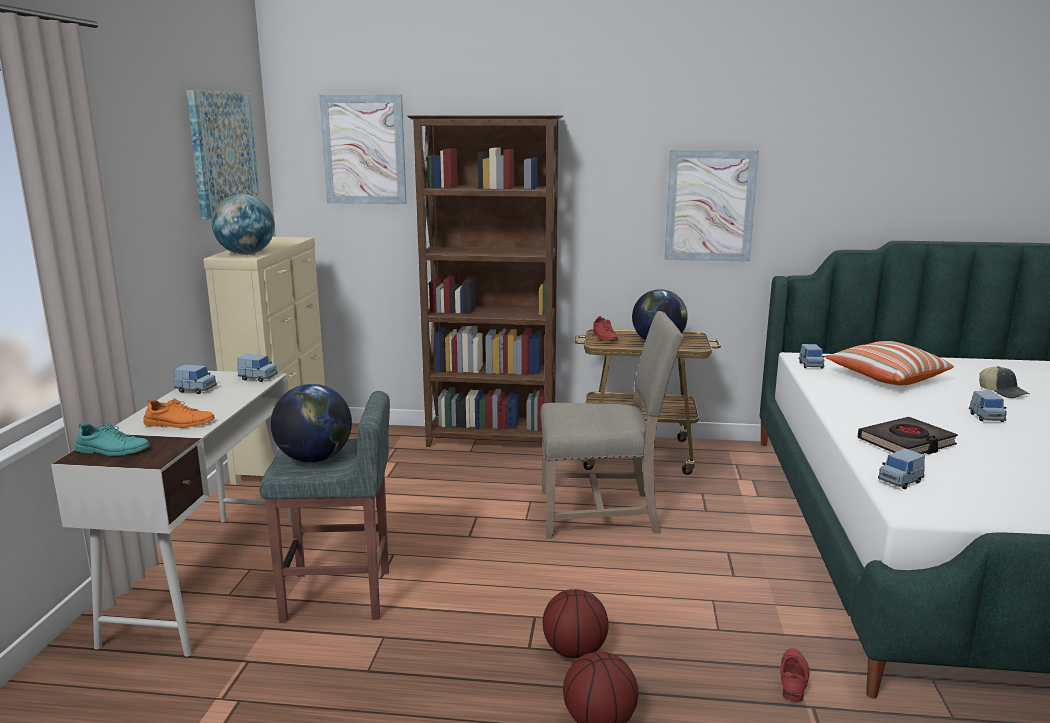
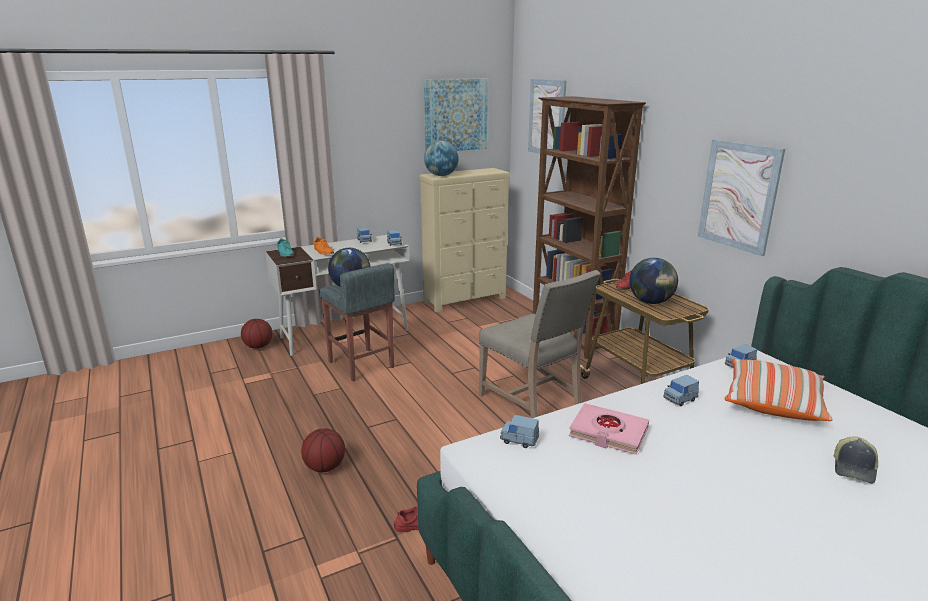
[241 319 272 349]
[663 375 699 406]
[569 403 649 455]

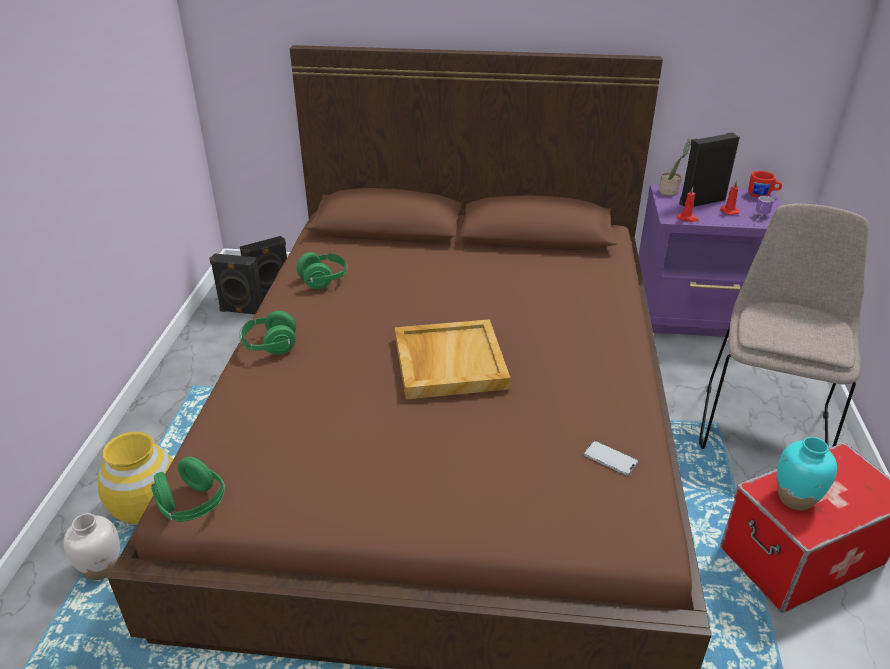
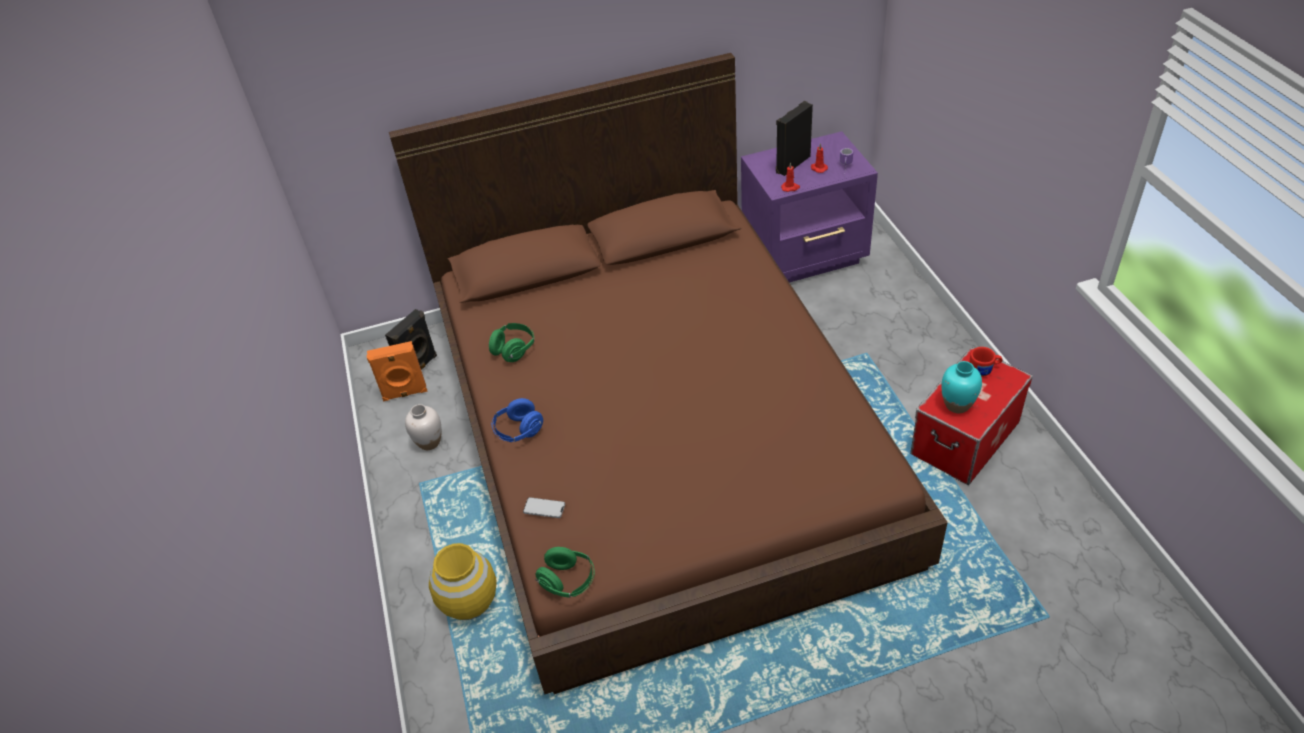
[395 319 511 400] (first image)
[659 138 691 196] (first image)
[699 204 869 449] (first image)
[405 404 442 450]
[523 497 565 518]
[969 347 1003 377]
[367 341 428 401]
[492 398 543 442]

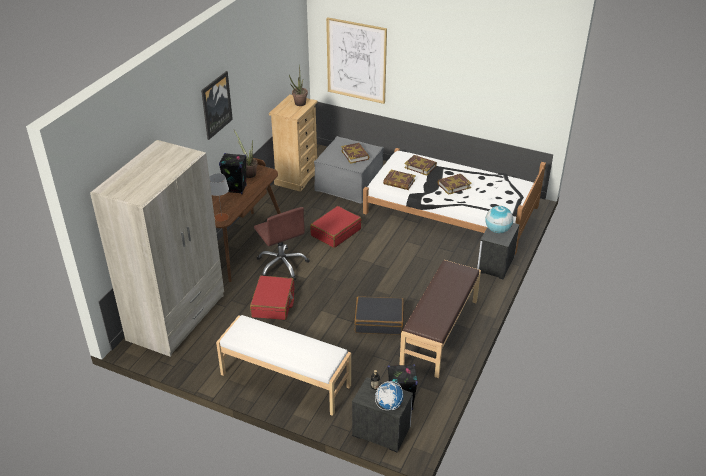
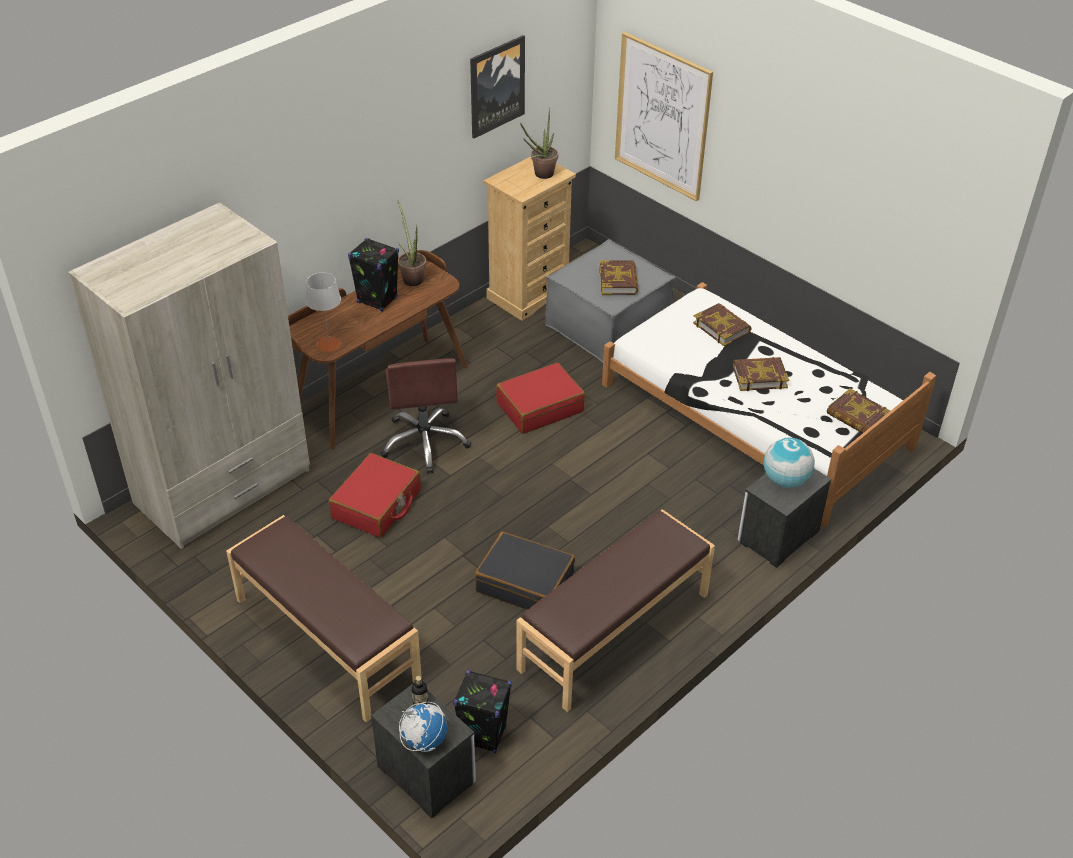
[470 35 525 138]
[827 388 890 434]
[226 515 422 722]

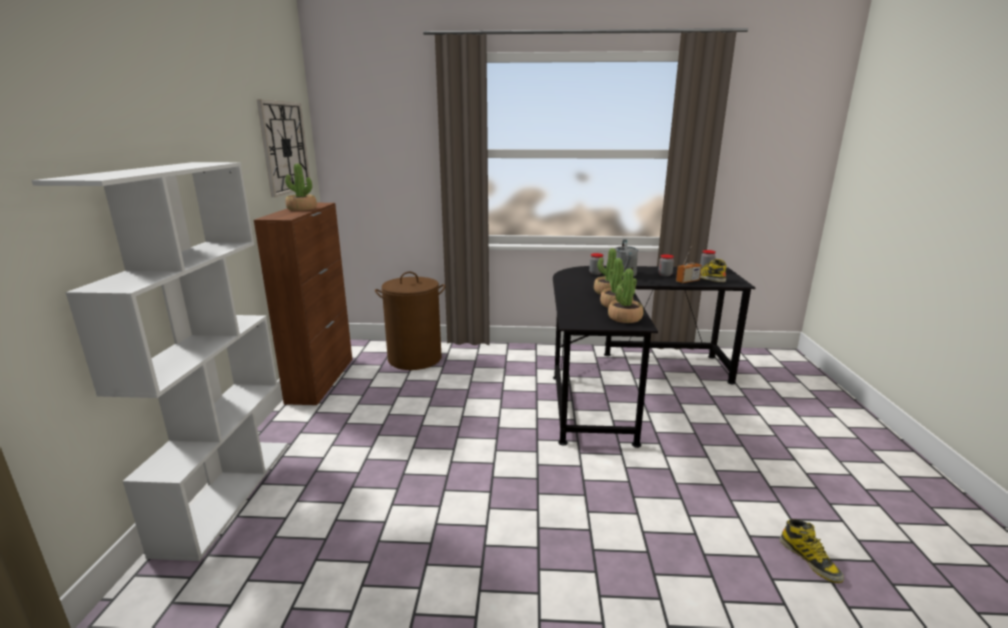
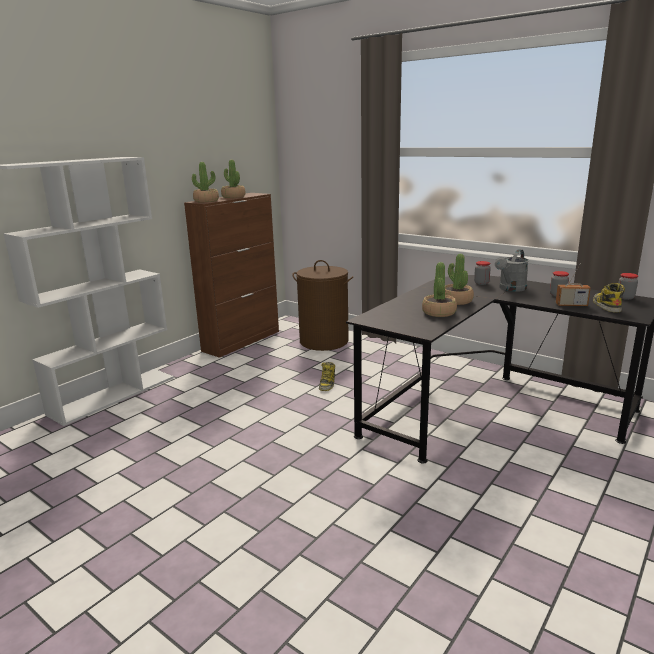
[257 100 310 197] (first image)
[192 162 219 202]
[319 362 335 391]

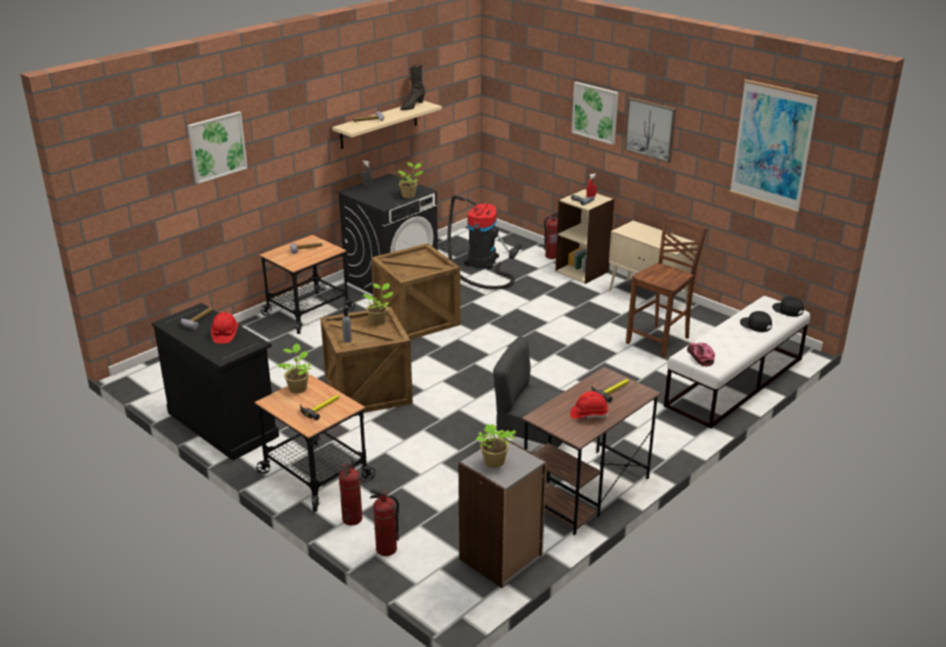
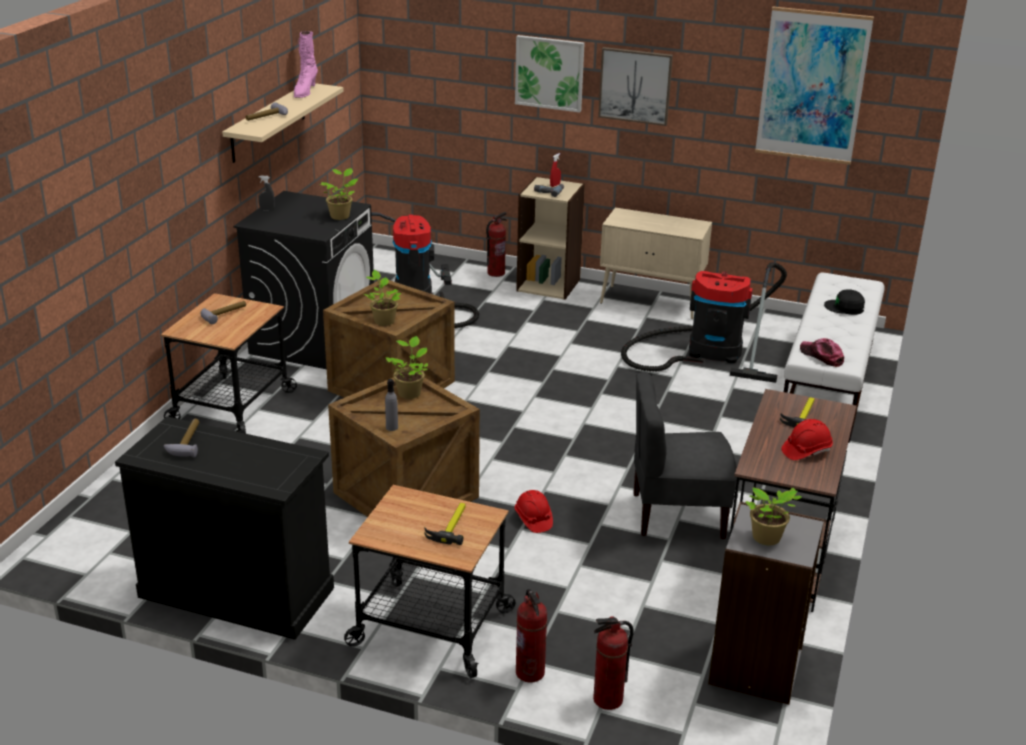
[187 111 248 184] (first image)
[772 296 804 317] (first image)
[515 490 553 533]
[364 270 402 326]
[621 262 787 383]
[294 31 318 98]

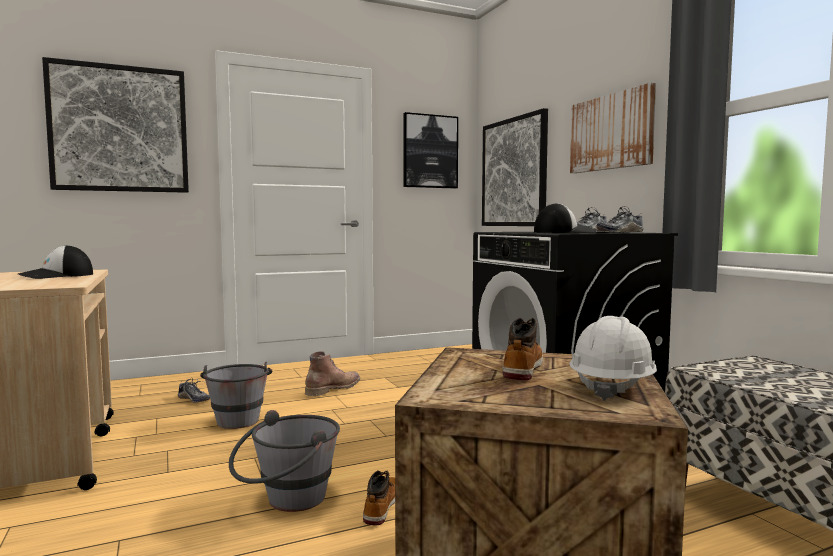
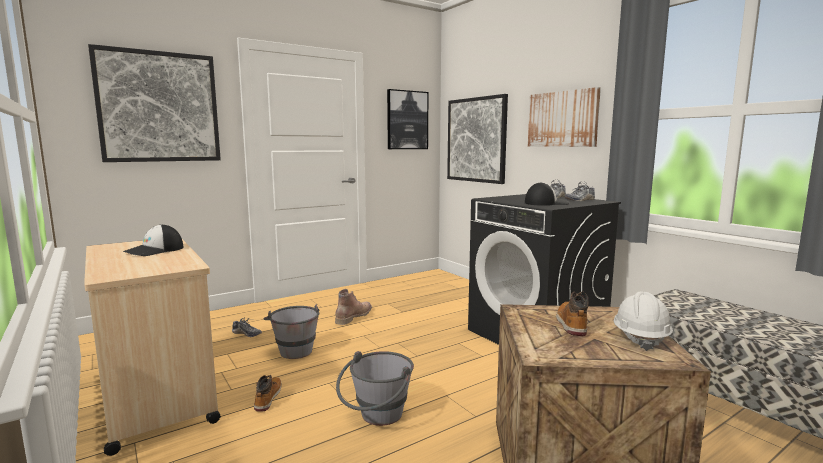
[254 375 281 412]

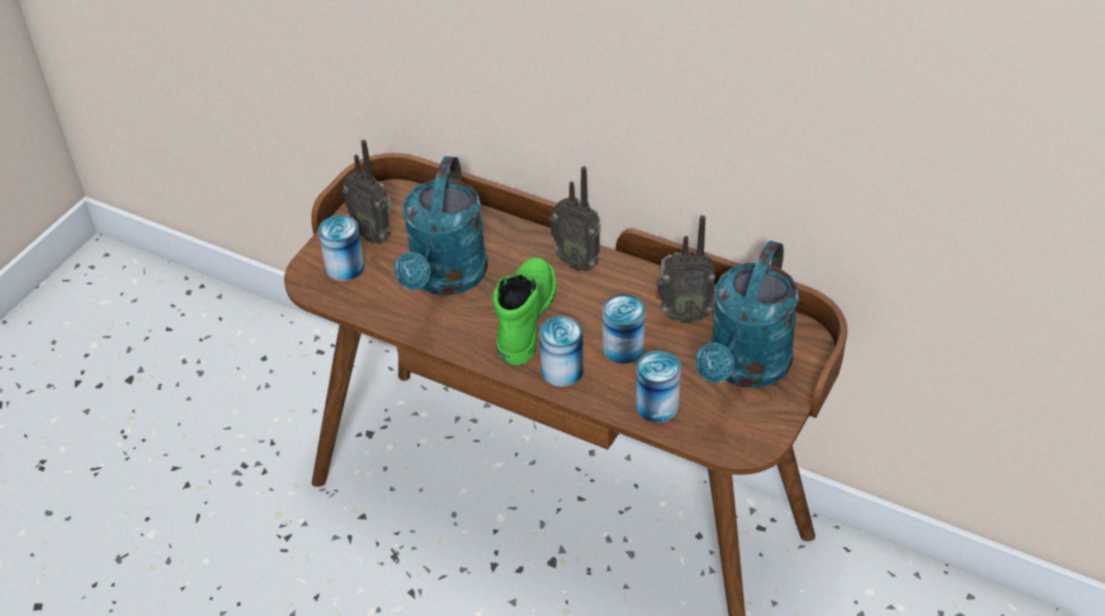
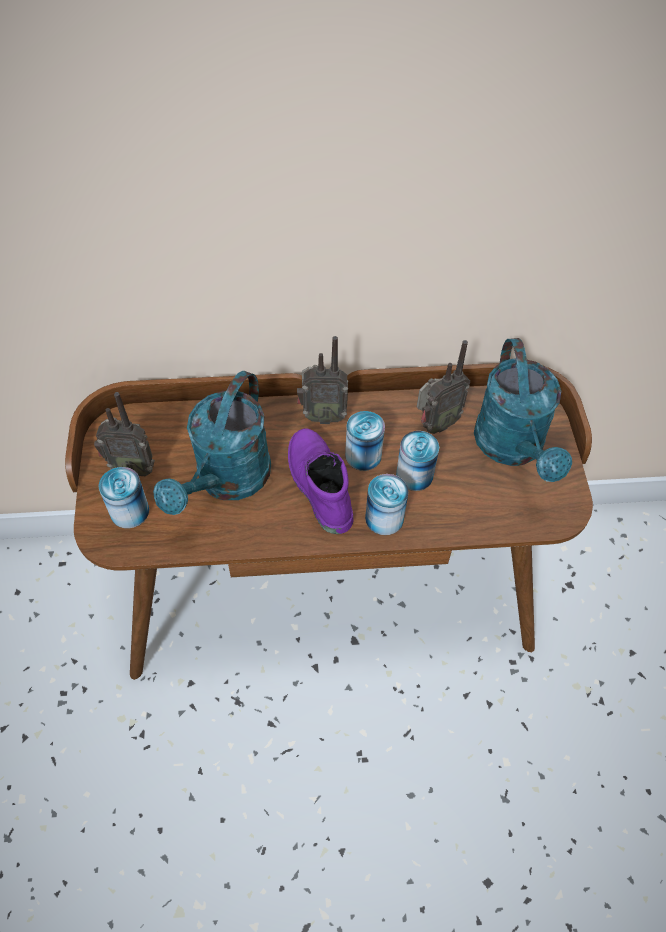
[345 411 385 471]
[288 428 354 534]
[153 371 271 515]

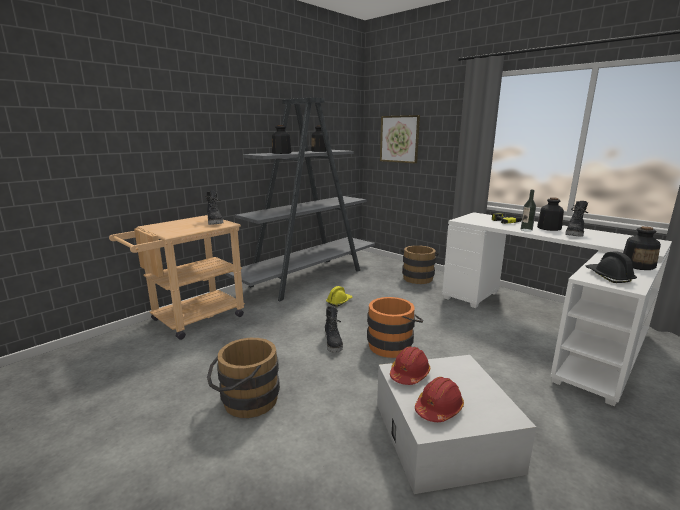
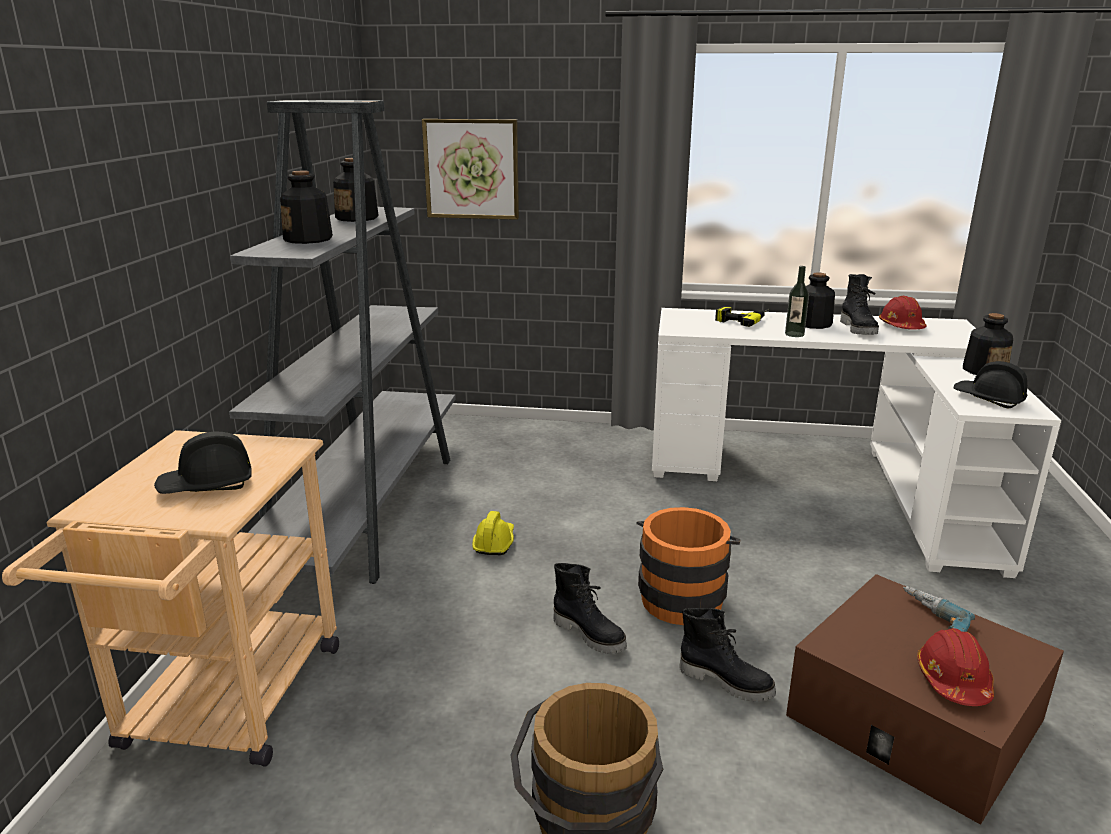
[401 245 439 284] (first image)
[154 431 252 494]
[903 586 975 632]
[679 608 776 702]
[879 296 927 329]
[786 574 1064 825]

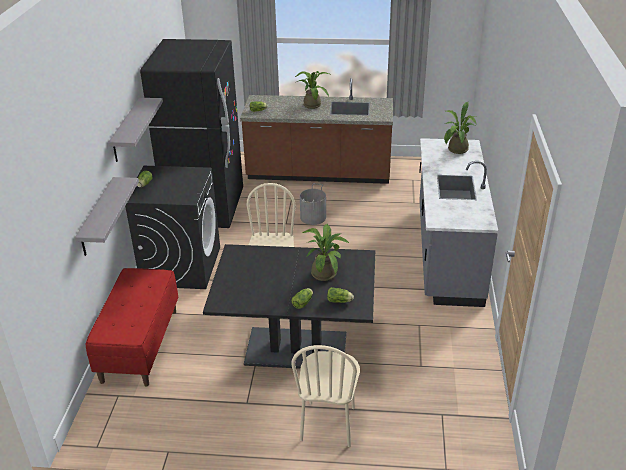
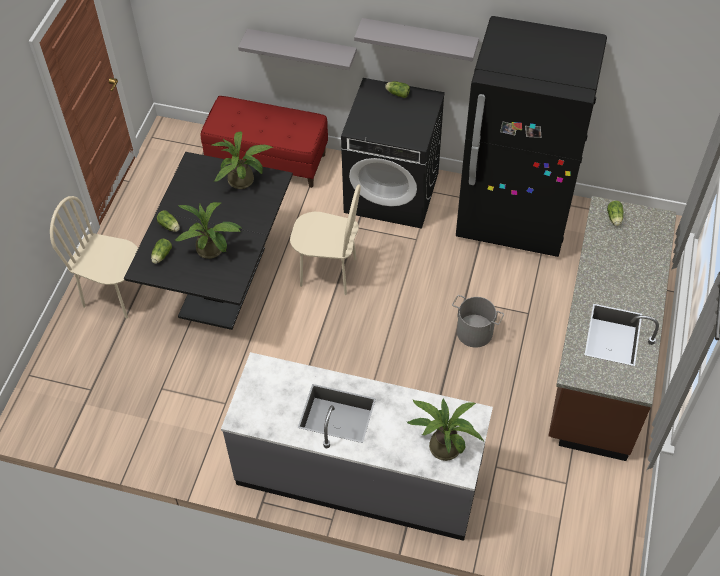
[212 131 273 189]

